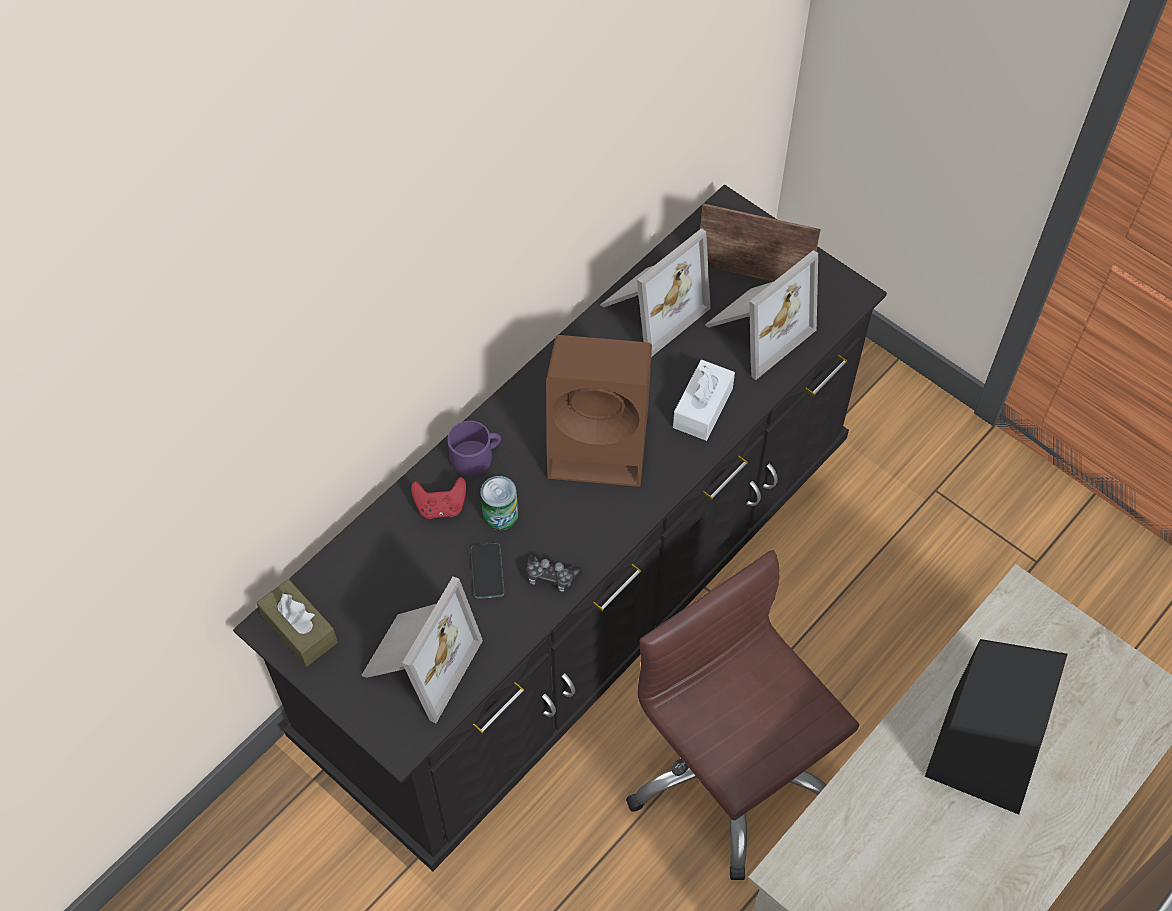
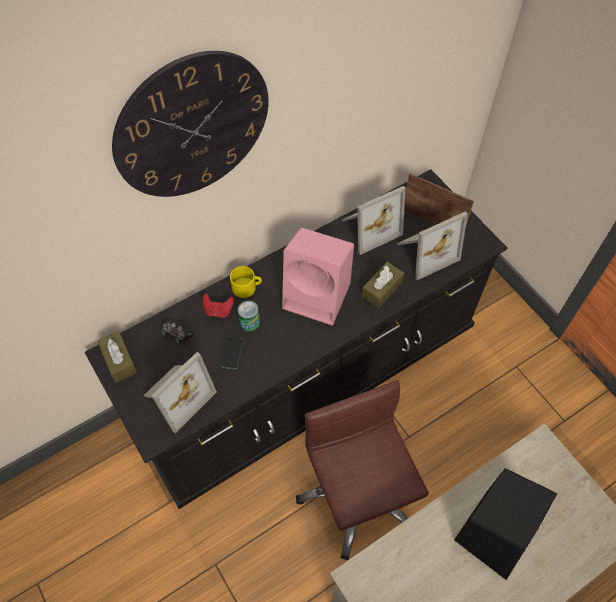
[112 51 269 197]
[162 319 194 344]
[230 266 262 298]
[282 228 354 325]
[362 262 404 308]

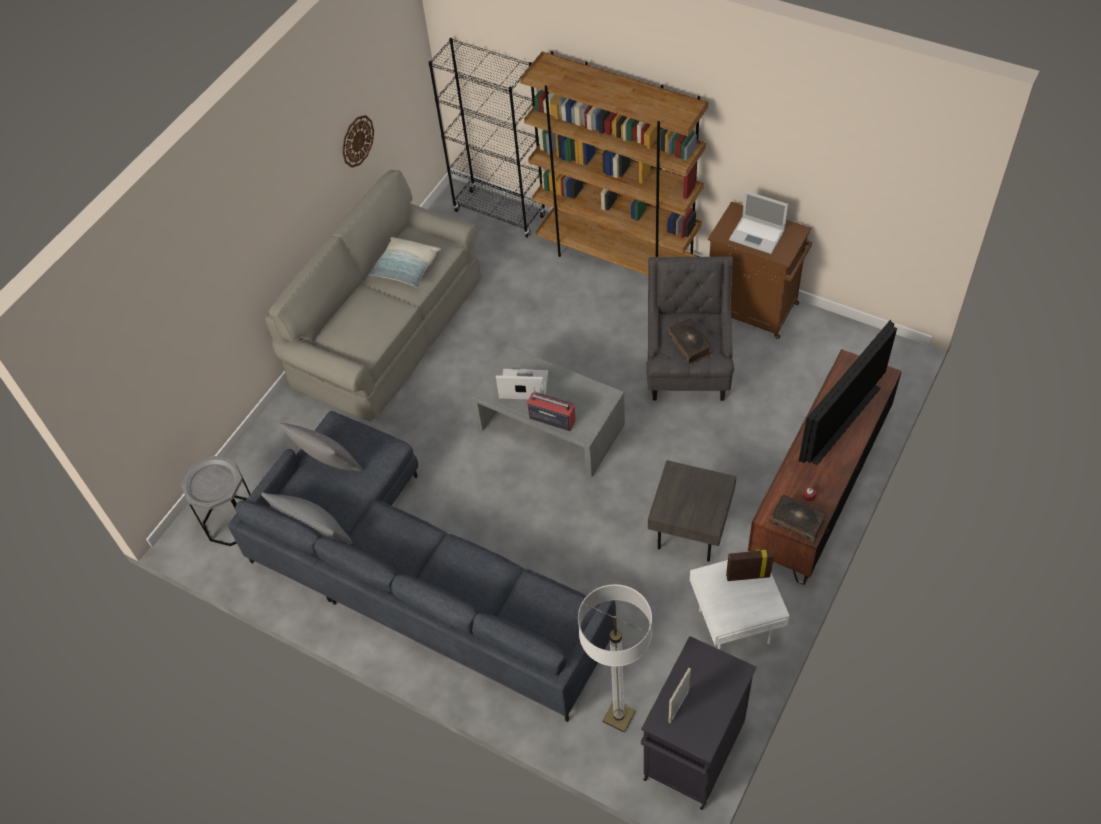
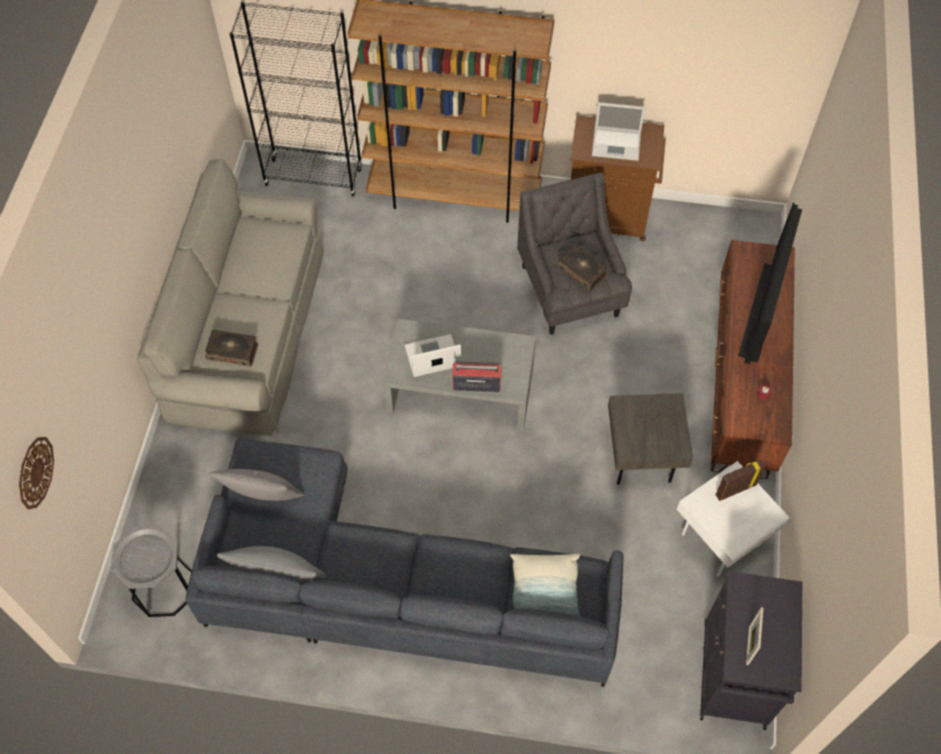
[578 584 652 733] (first image)
[19 437 54 509]
[510 554 580 617]
[205 330 258 367]

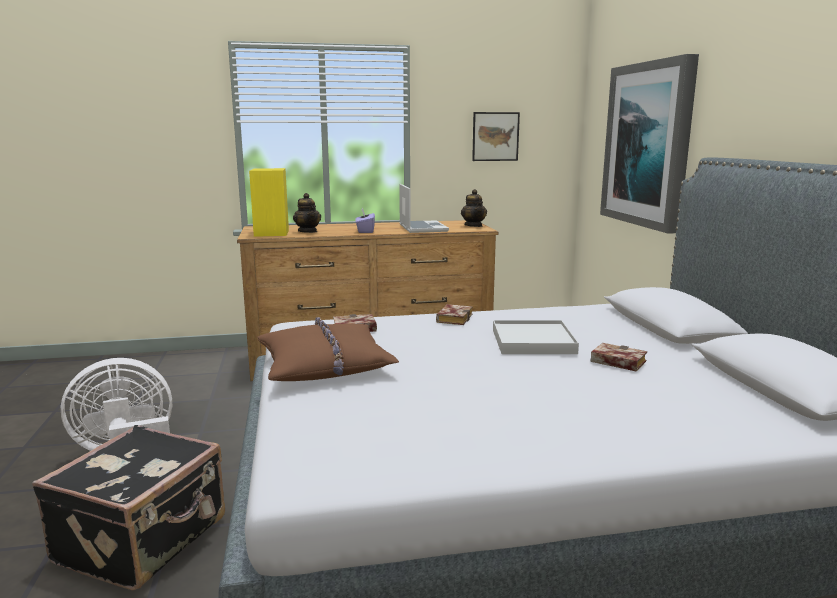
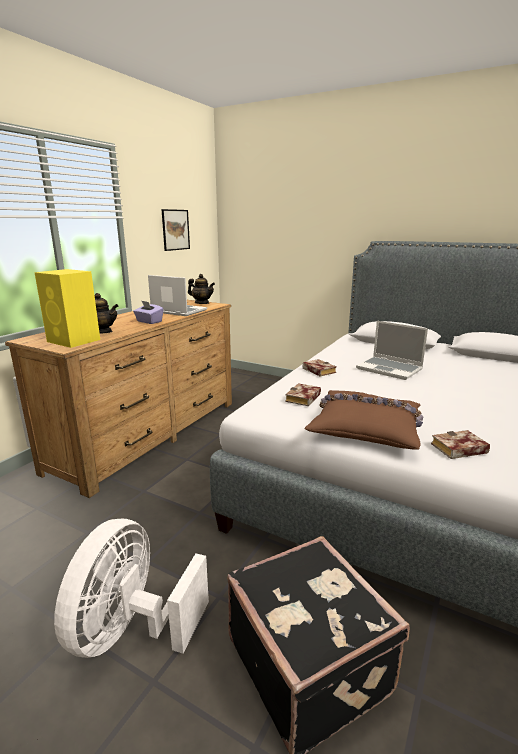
[600 54 699 234] (first image)
[431 430 490 459]
[356 321 428 380]

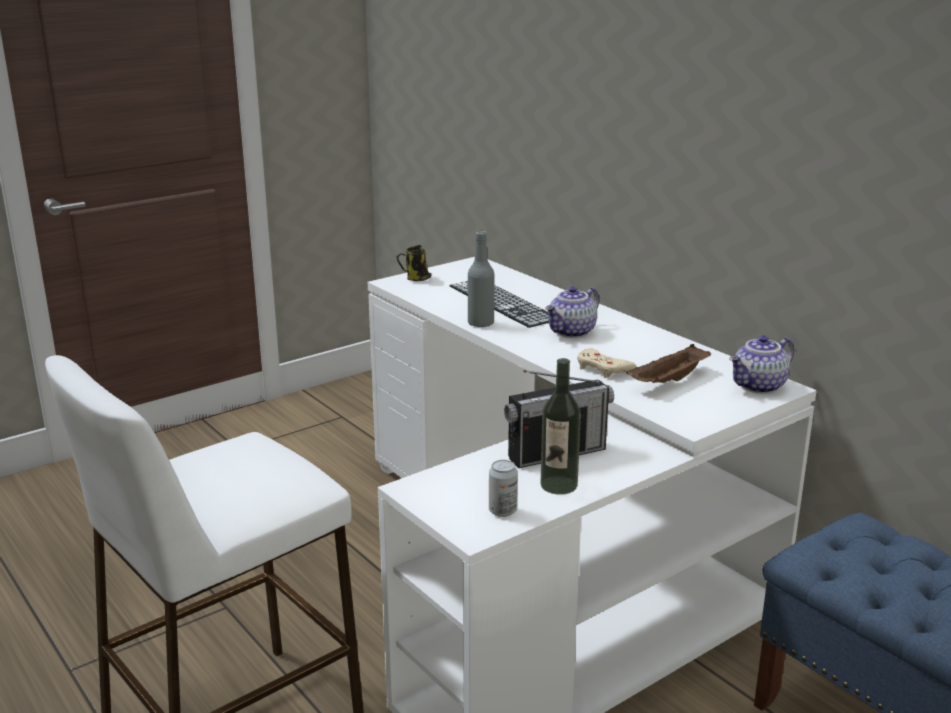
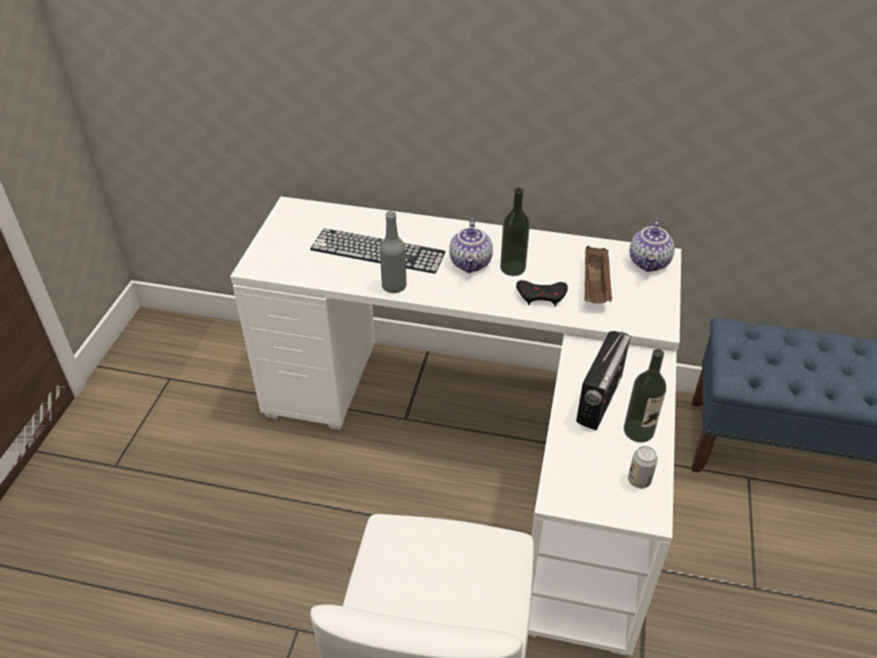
[396 245 431 281] (first image)
[500 188 530 276]
[516 280 568 306]

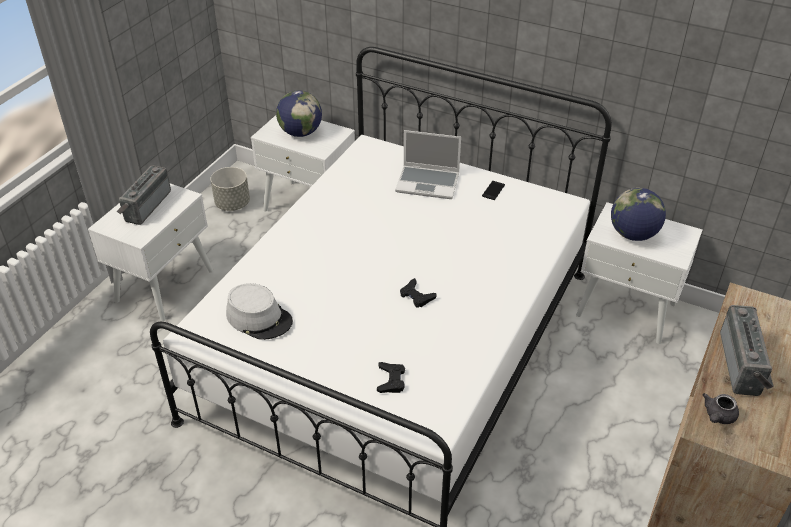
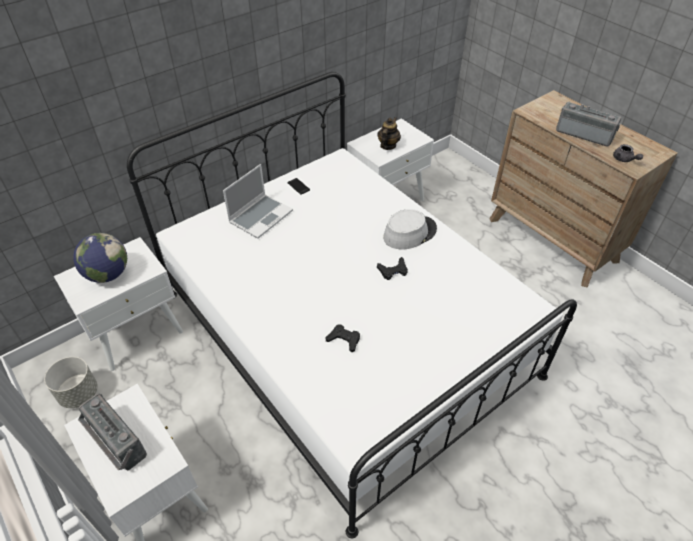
[383 209 437 249]
[326 325 360 352]
[377 117 401 150]

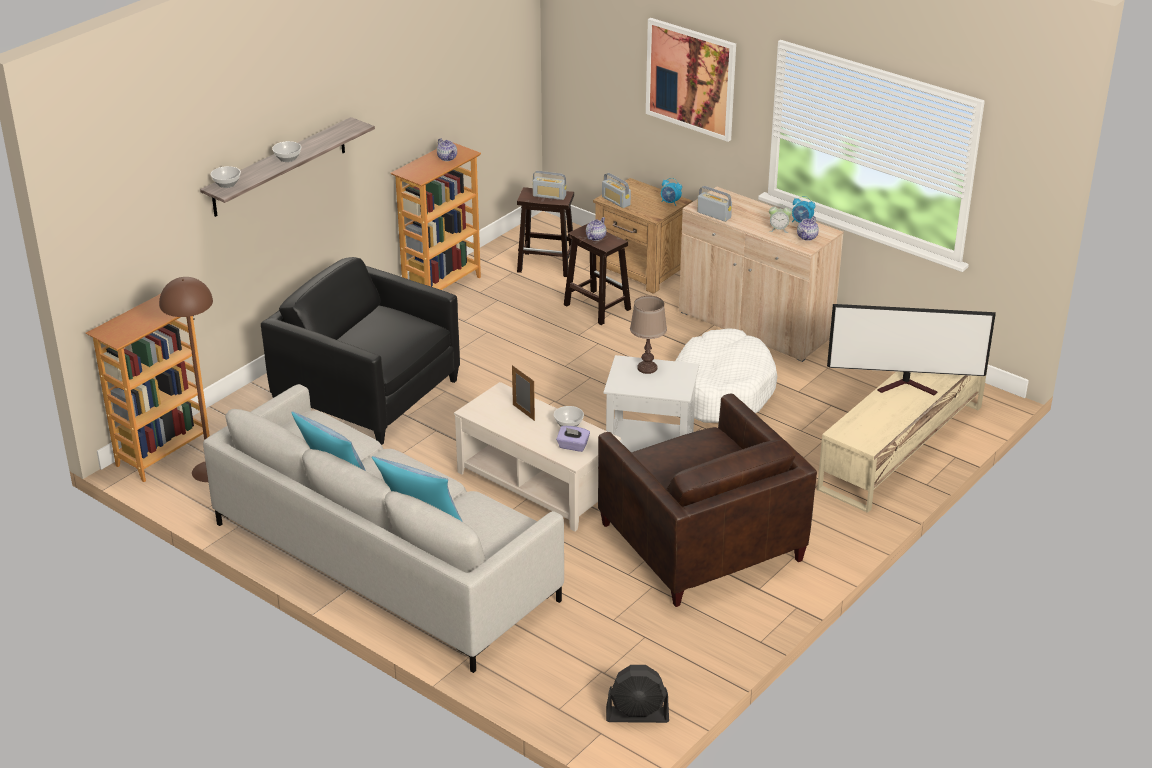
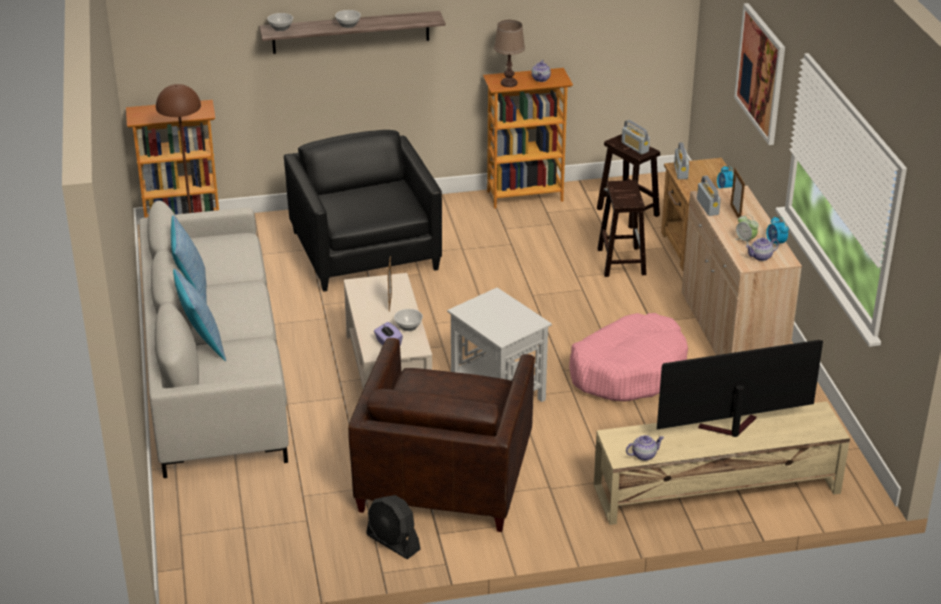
[731 167 745 218]
[626 435 664 461]
[366 495 421 559]
[494 20 525 87]
[569 313 688 401]
[657 340 823 437]

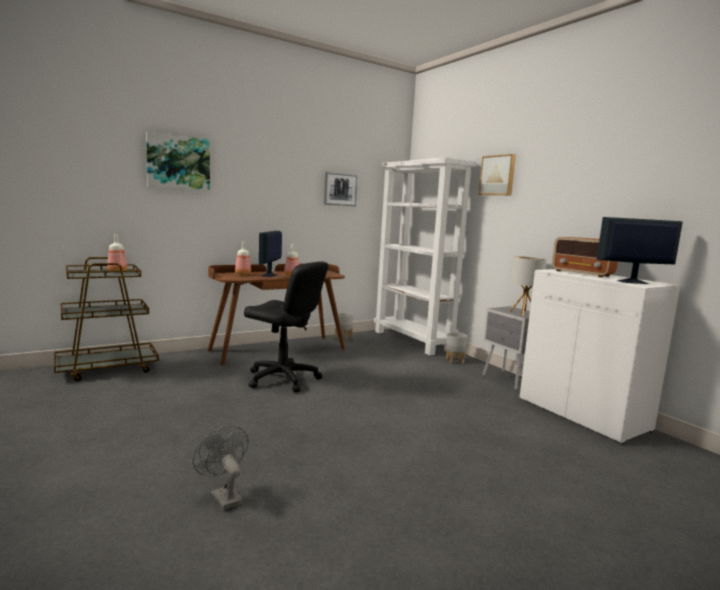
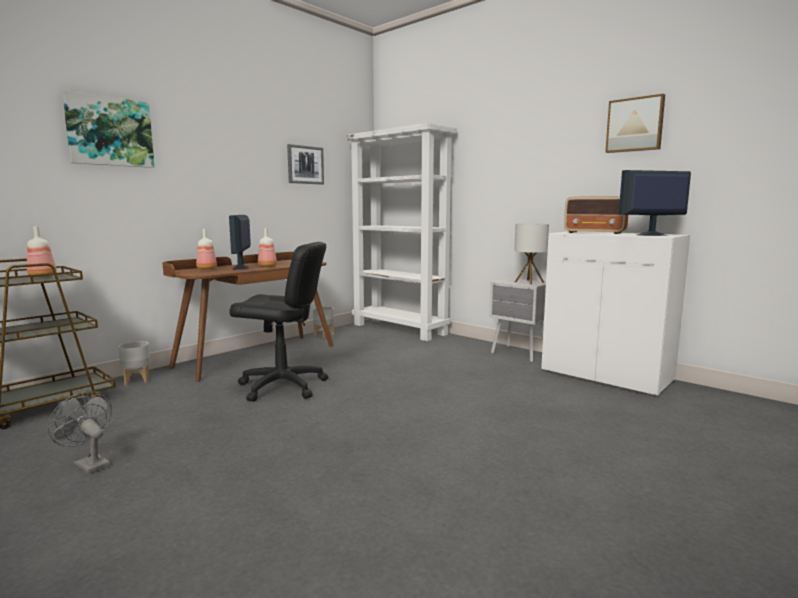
[47 391 112 474]
[118 341 151 385]
[605 94 665 153]

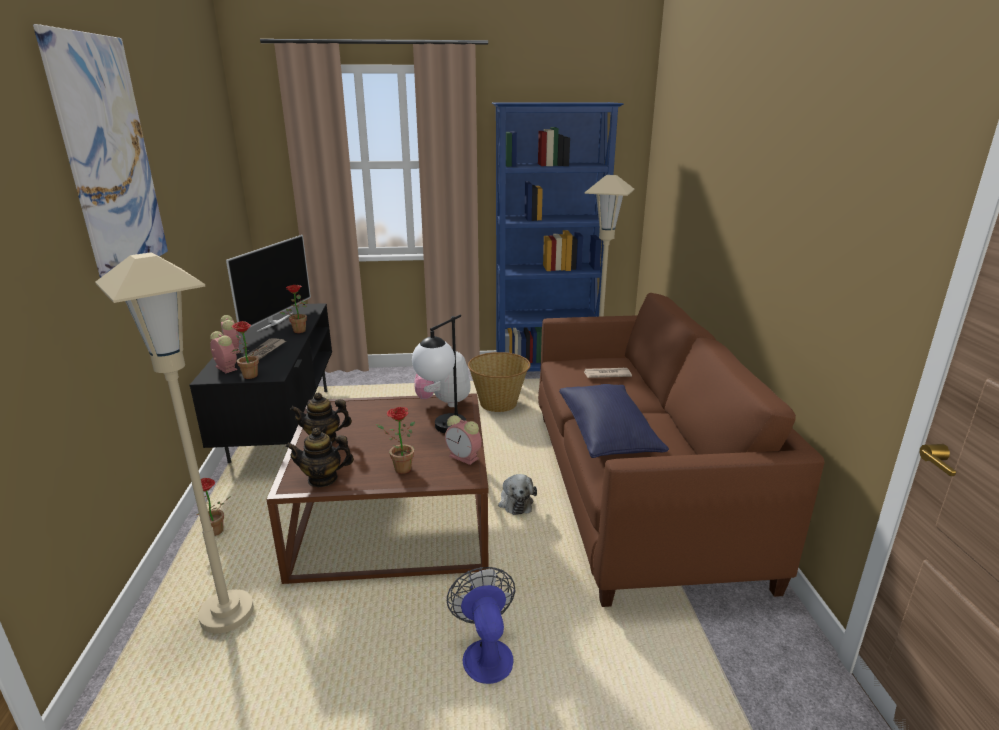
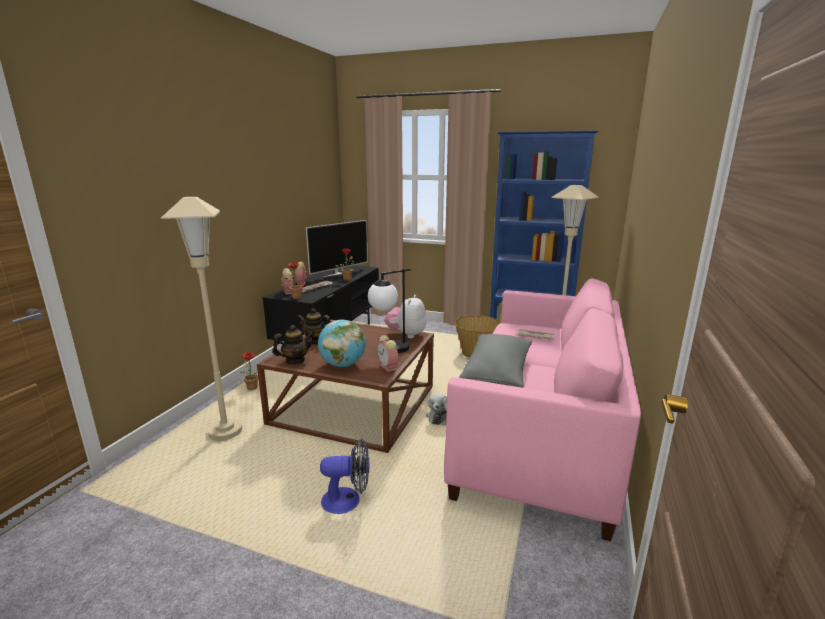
[33 24 168 278] (first image)
[318 320 366 367]
[444 278 641 541]
[459 334 532 388]
[272 325 314 364]
[320 439 369 514]

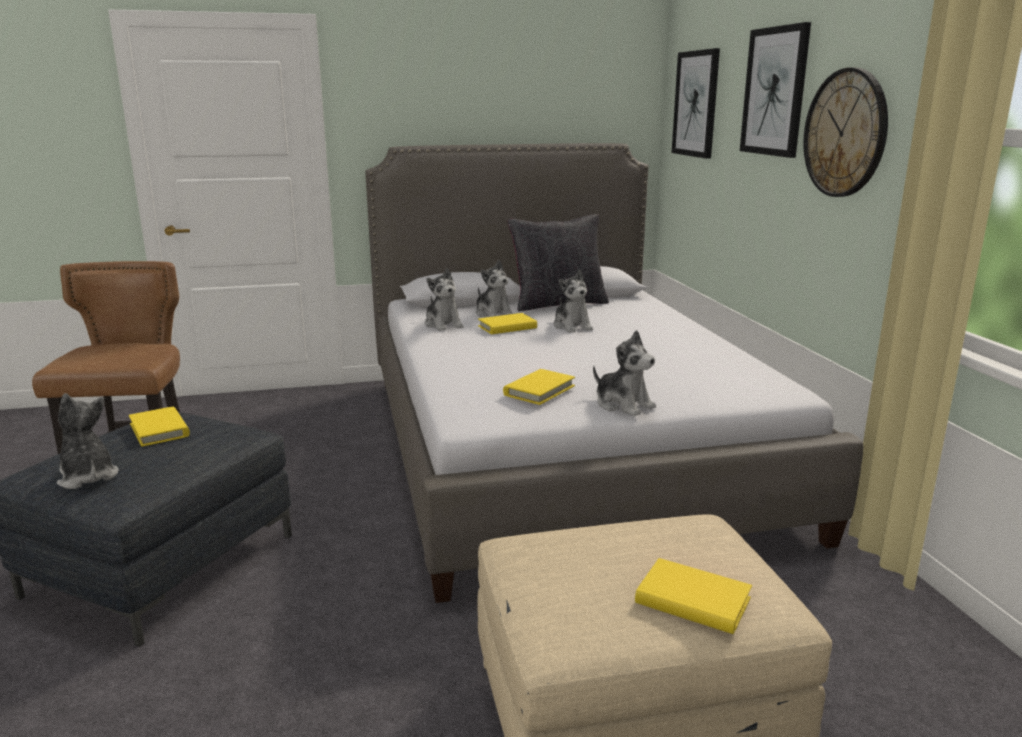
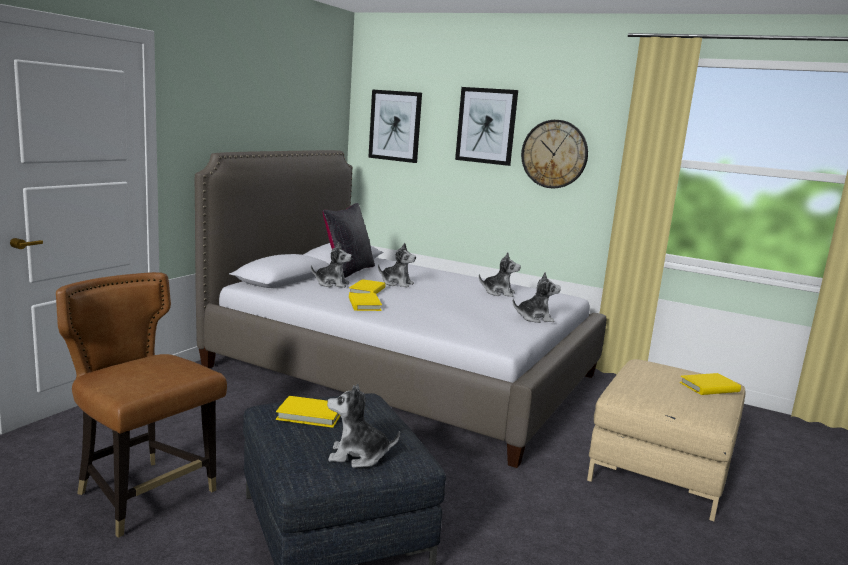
[479 252 521 297]
[349 293 382 311]

